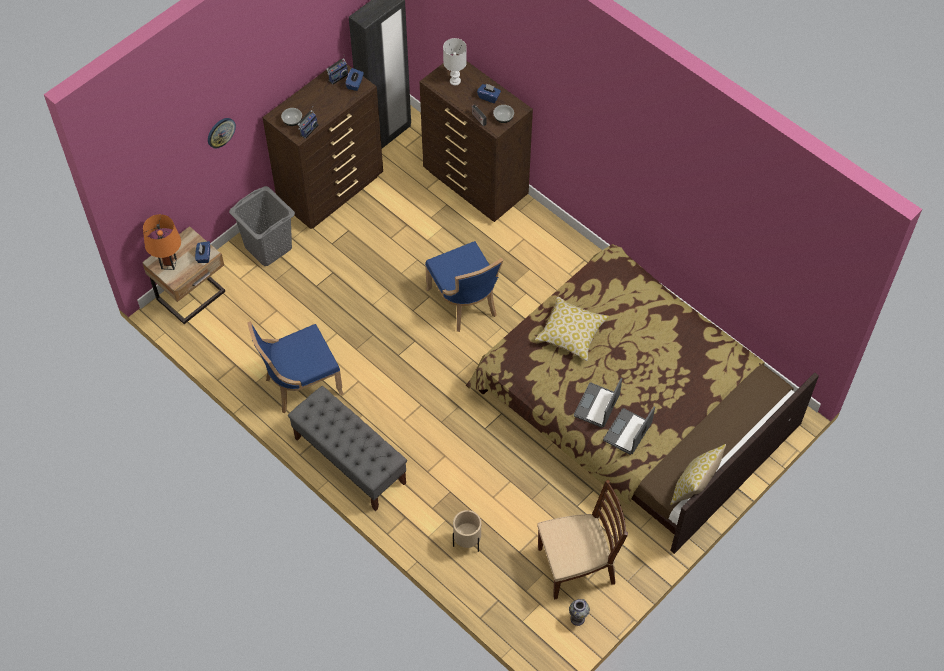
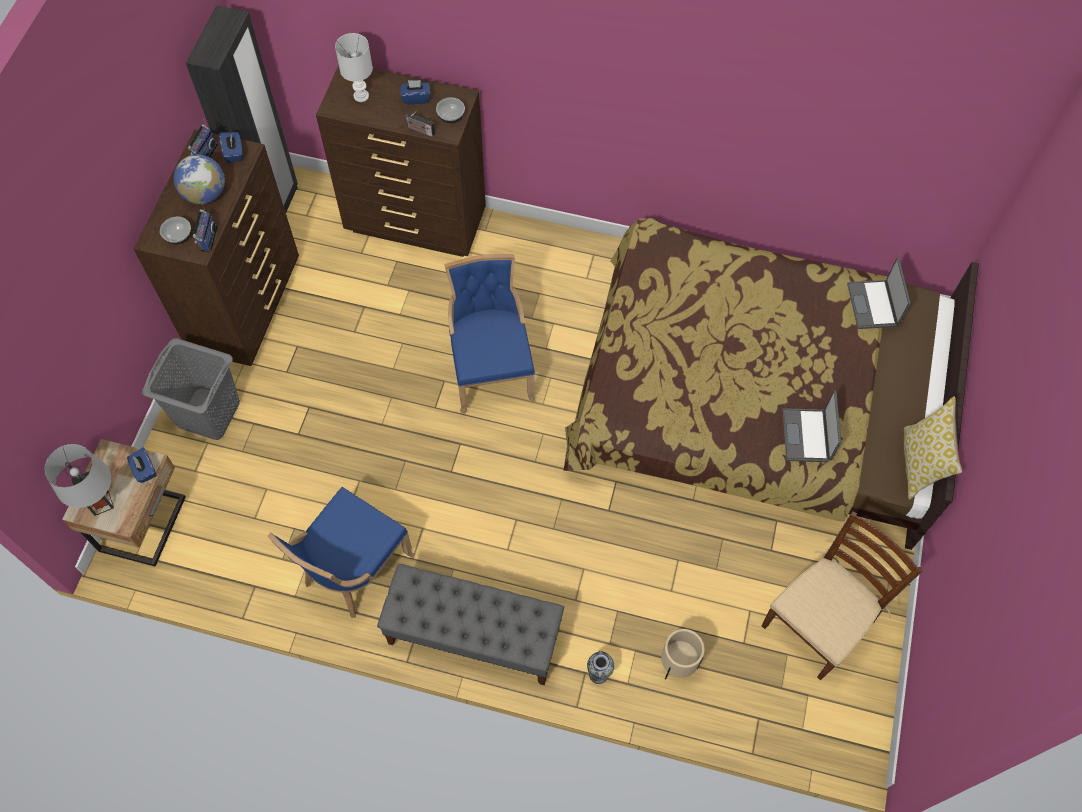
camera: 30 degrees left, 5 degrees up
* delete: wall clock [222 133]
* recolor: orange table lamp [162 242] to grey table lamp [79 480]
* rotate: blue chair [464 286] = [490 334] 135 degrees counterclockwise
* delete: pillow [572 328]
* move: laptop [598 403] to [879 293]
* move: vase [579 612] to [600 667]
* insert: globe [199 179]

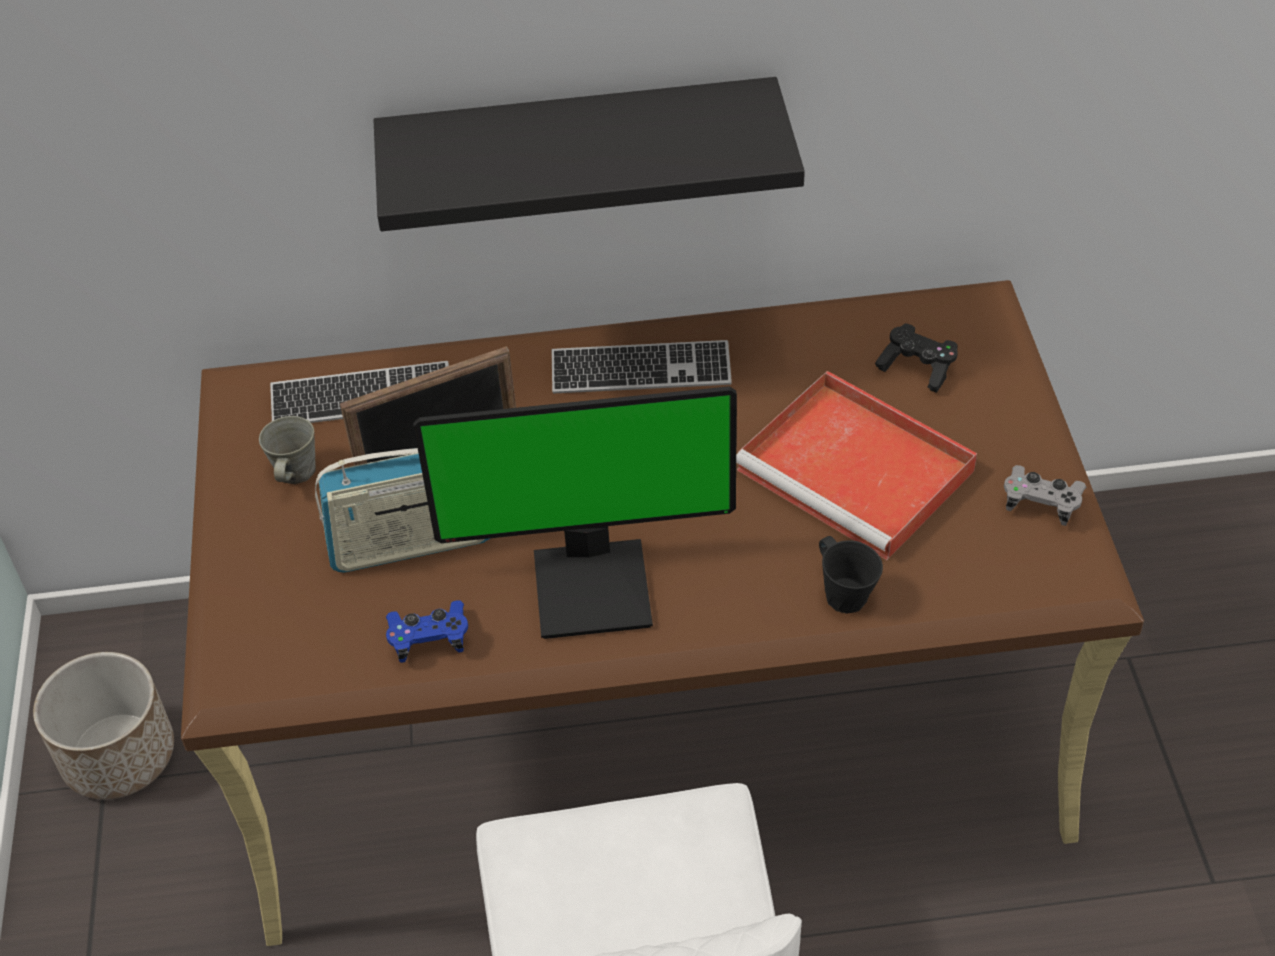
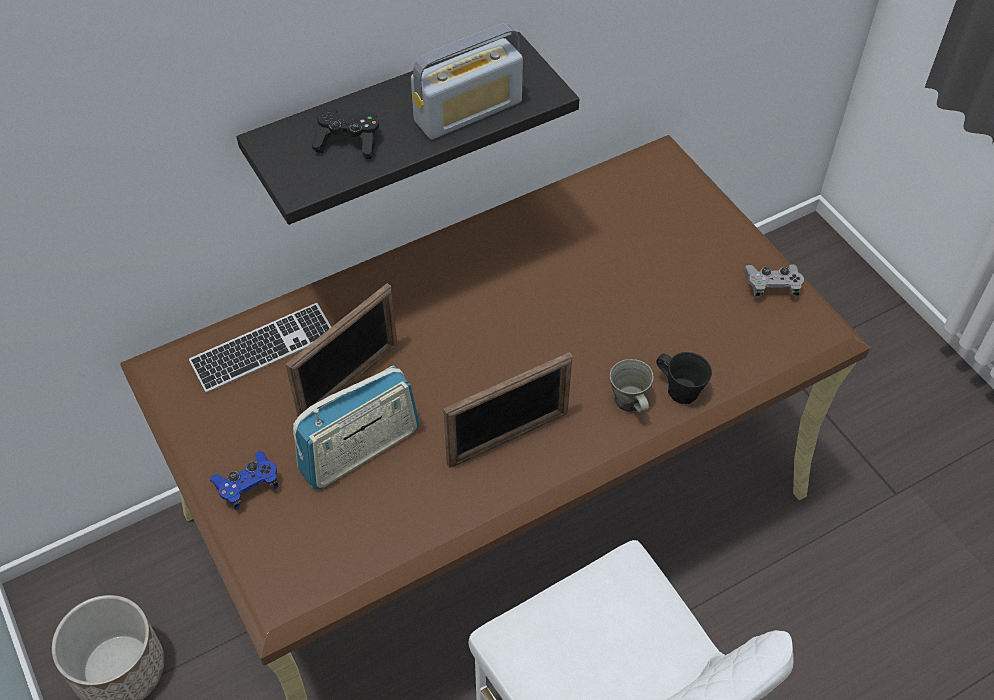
camera: 25 degrees left, 5 degrees up
* move: black game controller [916 358] to [345 133]
* delete: keyboard [642 366]
* delete: red tray [856 465]
* replace: monitor [575 512] to picture frame [507 410]
* move: grey mug [287 450] to [631 386]
* move: blue game controller [427 631] to [244 480]
* insert: radio [467 81]

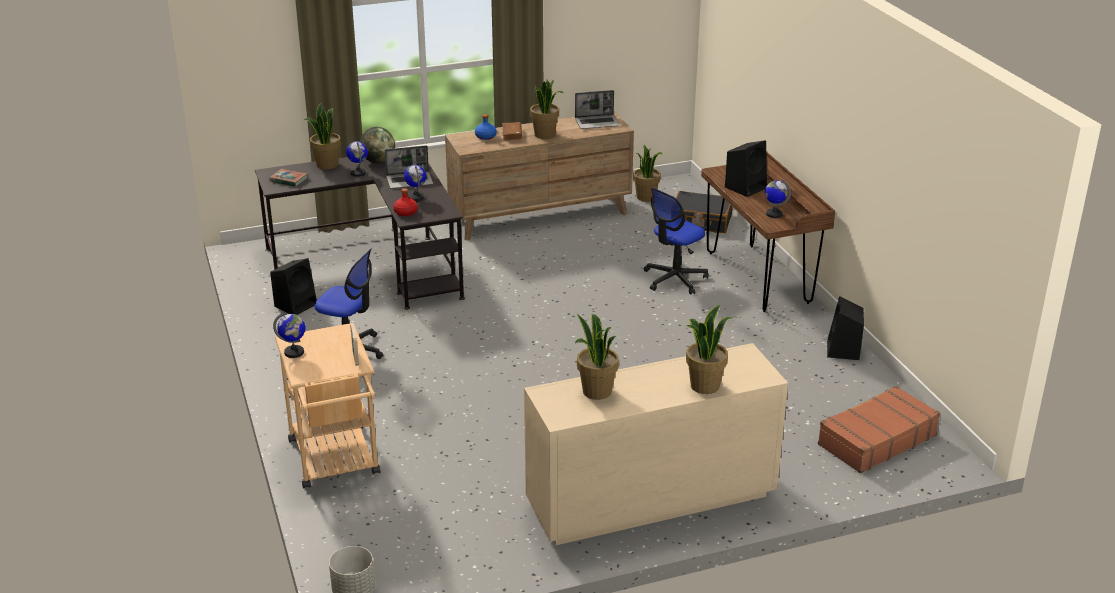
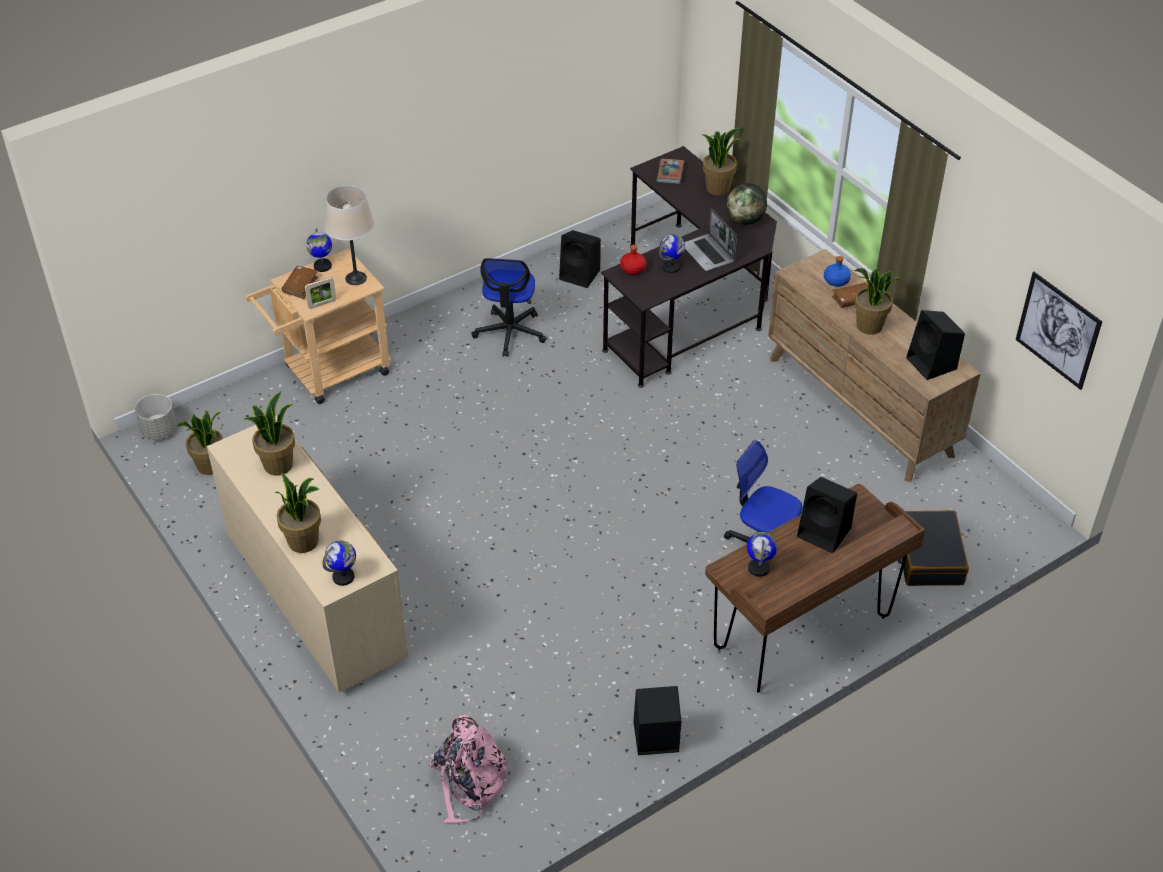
camera: 75 degrees right, 15 degrees up
* replace: laptop [597 109] to black speaker [935 345]
* move: globe [357 159] to [339 563]
* move: potted plant [647 173] to [199 443]
* replace: brown suitcase [879 430] to pink backpack [470 768]
* insert: beige table lamp [349 235]
* insert: brown book [300 282]
* insert: picture [1059 331]

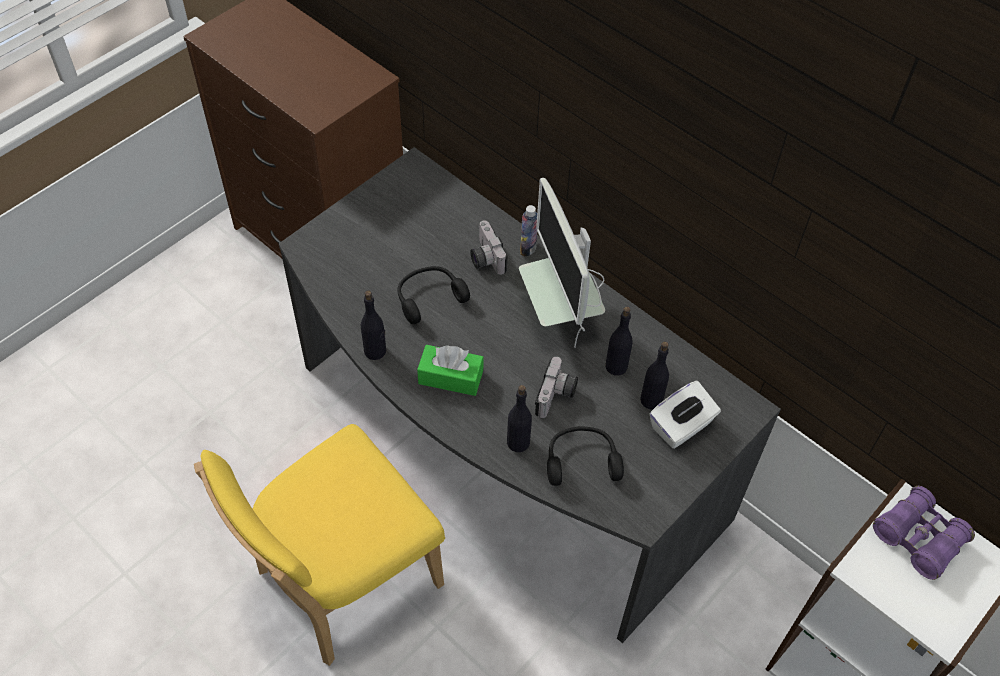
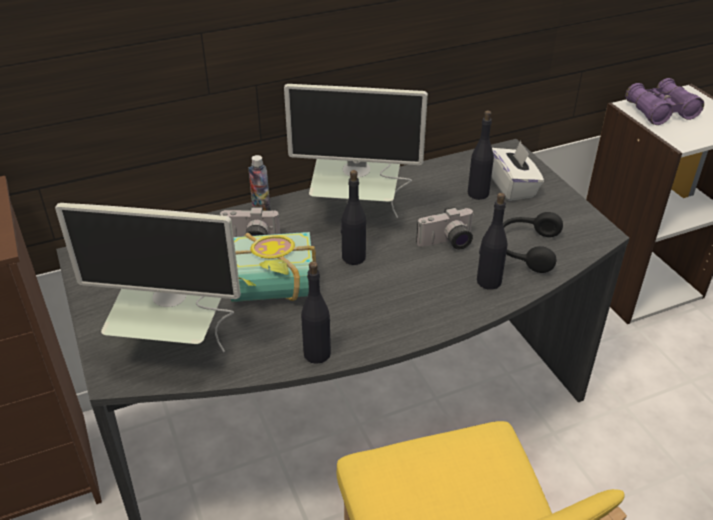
camera: 65 degrees left, 15 degrees down
* replace: black headphones [433 295] to book [273 267]
* move: black bottle [618 341] to [353 217]
* delete: green tissue box [450 370]
* rotate: photo camera [556 387] = [444 228] 120 degrees clockwise
* insert: monitor [148 277]

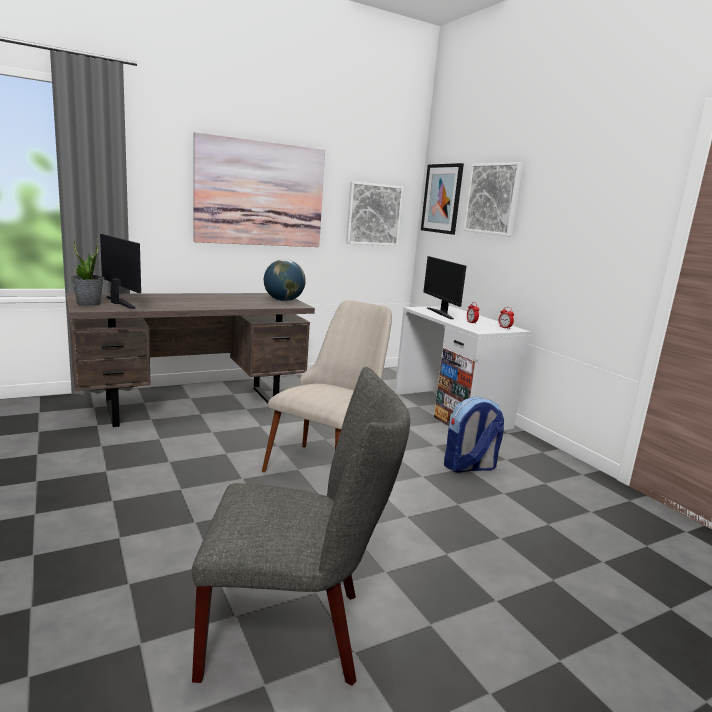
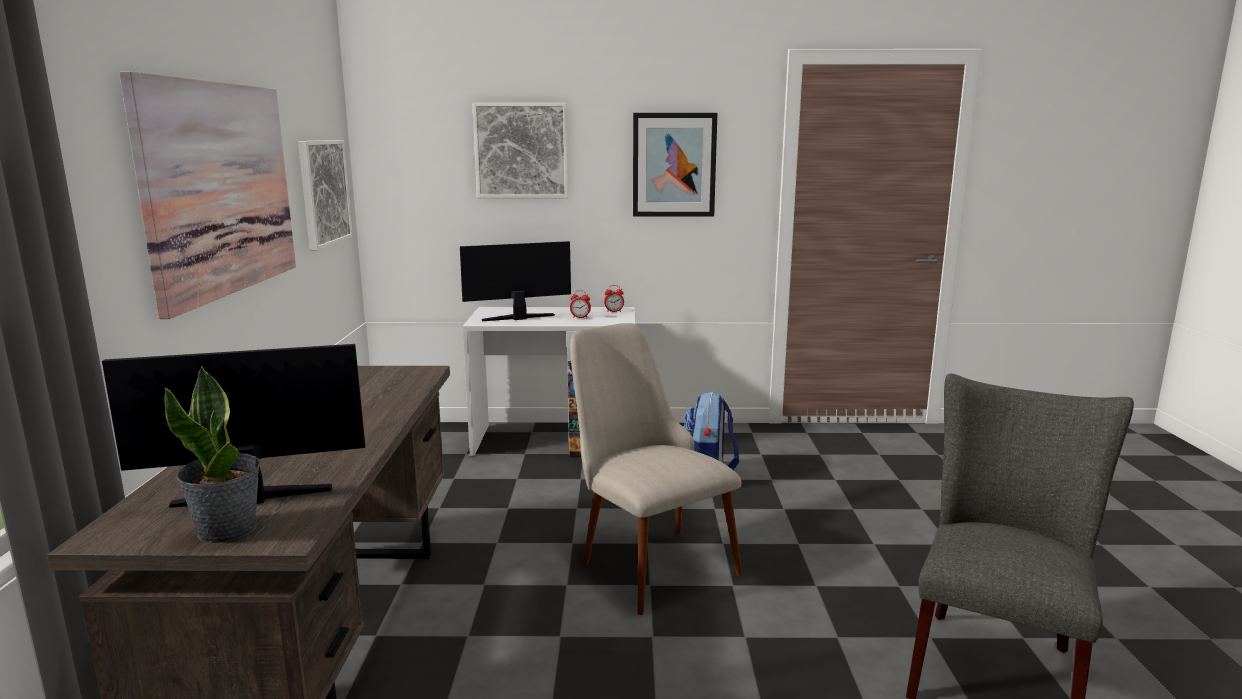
camera: 60 degrees left, 0 degrees up
* move: picture [442 199] to [675 165]
* rotate: monitor [444 287] = [515 281] 150 degrees clockwise
* delete: globe [285 280]

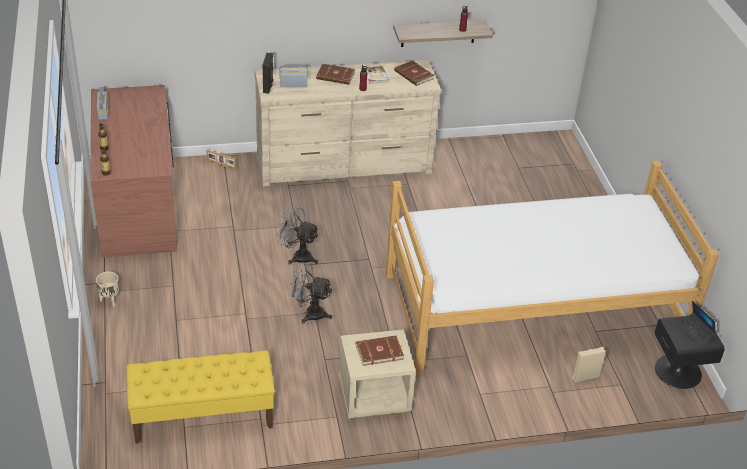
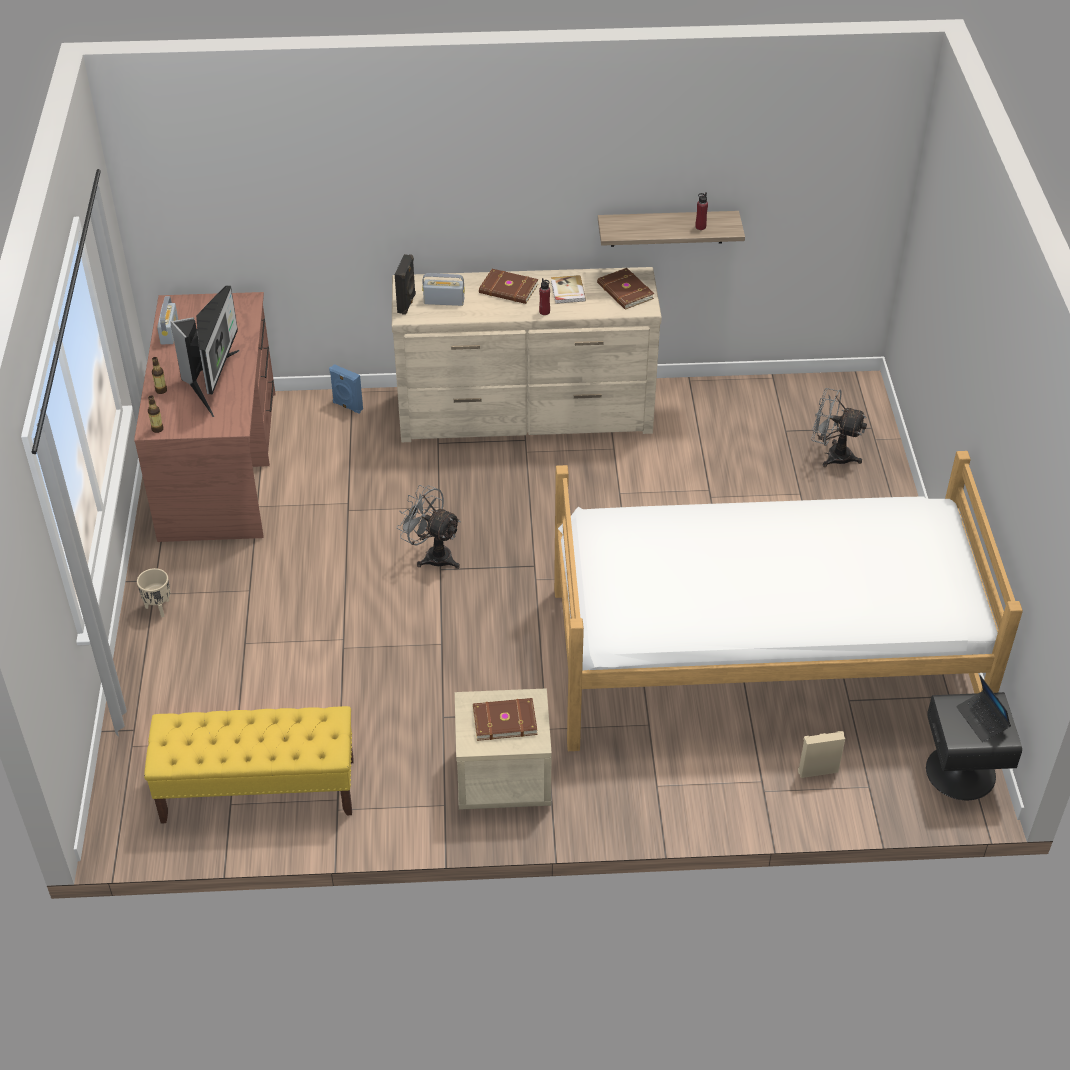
camera: 10 degrees right, 5 degrees up
* replace: picture frame [221 160] to blue speaker [346 389]
* move: grey fan [310 293] to [839 427]
* insert: monitor [204 351]

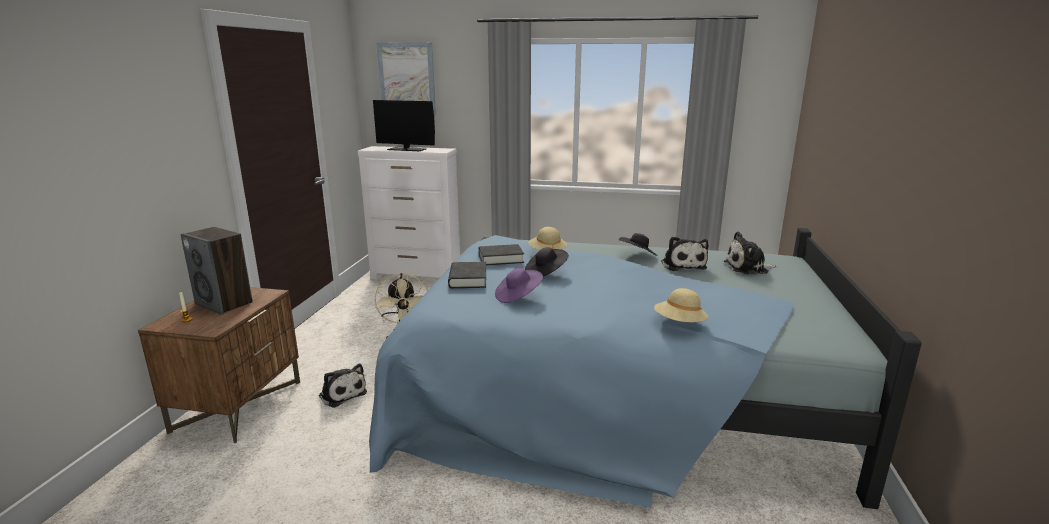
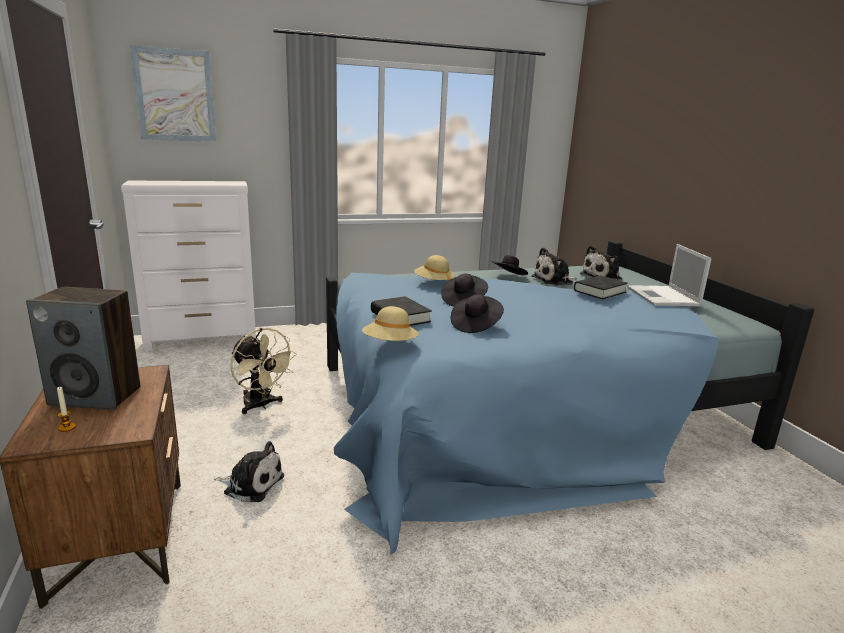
camera: 30 degrees left, 0 degrees up
* delete: monitor [404 125]
* rotate: plush toy [684 253] = [554 266] 105 degrees clockwise
* move: black book [501 254] to [601 287]
* recolor: purple hat [519 285] to black hat [477 313]
* move: beige hat [681 305] to [390 323]
* insert: laptop [669 275]

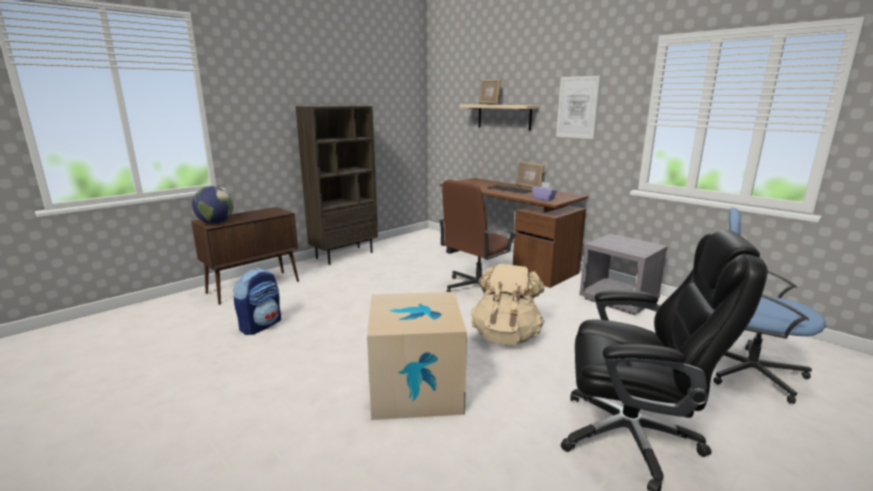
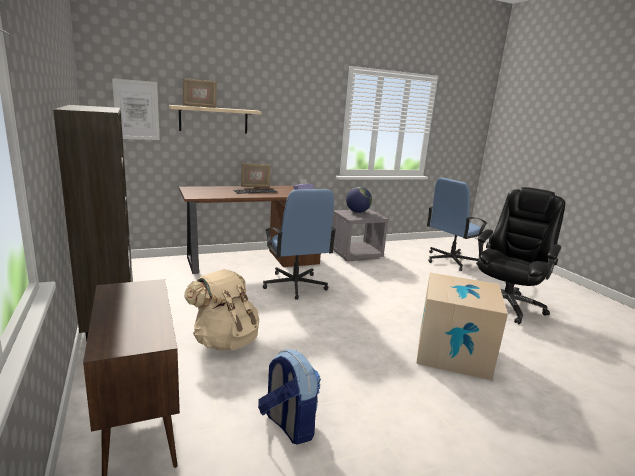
camera: 70 degrees left, 0 degrees up
* move: picture [578 107] to [136 109]
* recolor: brown office chair [477 236] to blue office chair [300 244]
* move: globe [213 205] to [359 200]
* move: beige backpack [508 304] to [222 310]

